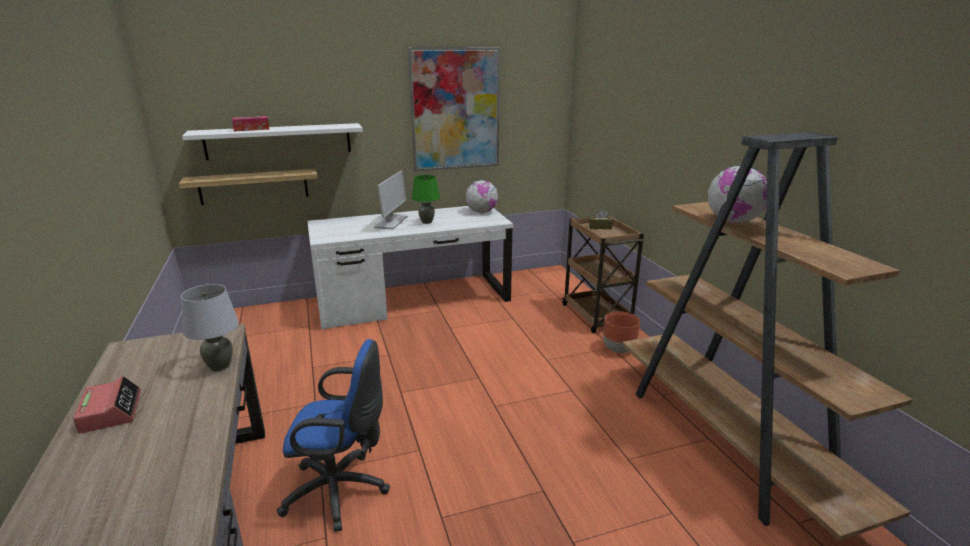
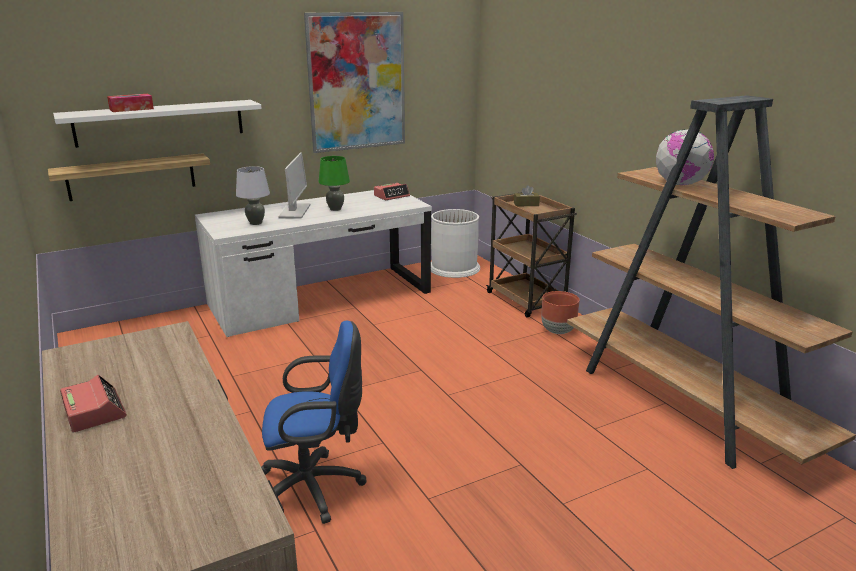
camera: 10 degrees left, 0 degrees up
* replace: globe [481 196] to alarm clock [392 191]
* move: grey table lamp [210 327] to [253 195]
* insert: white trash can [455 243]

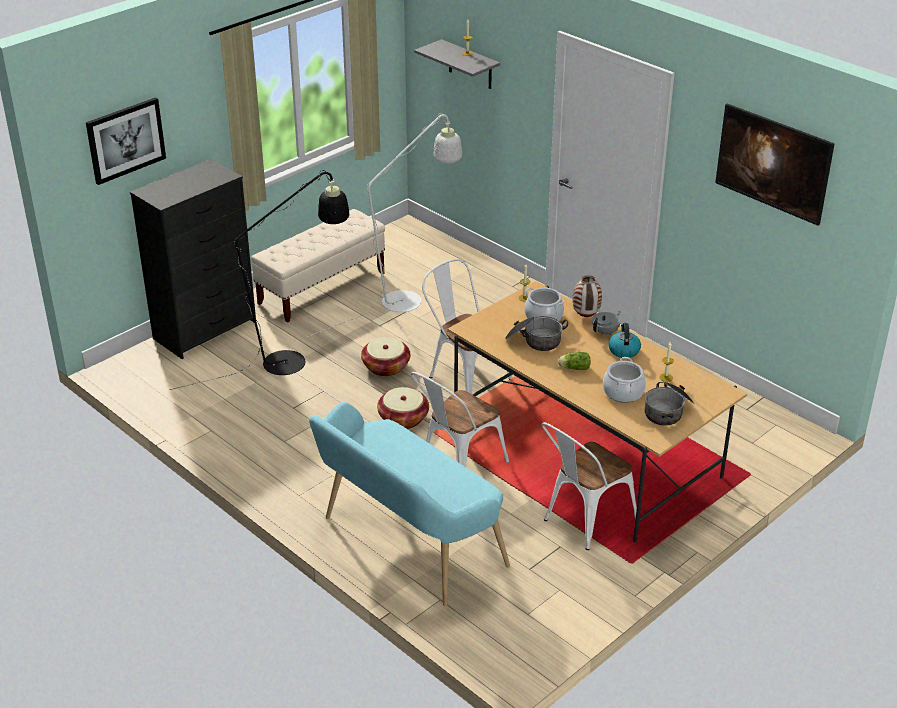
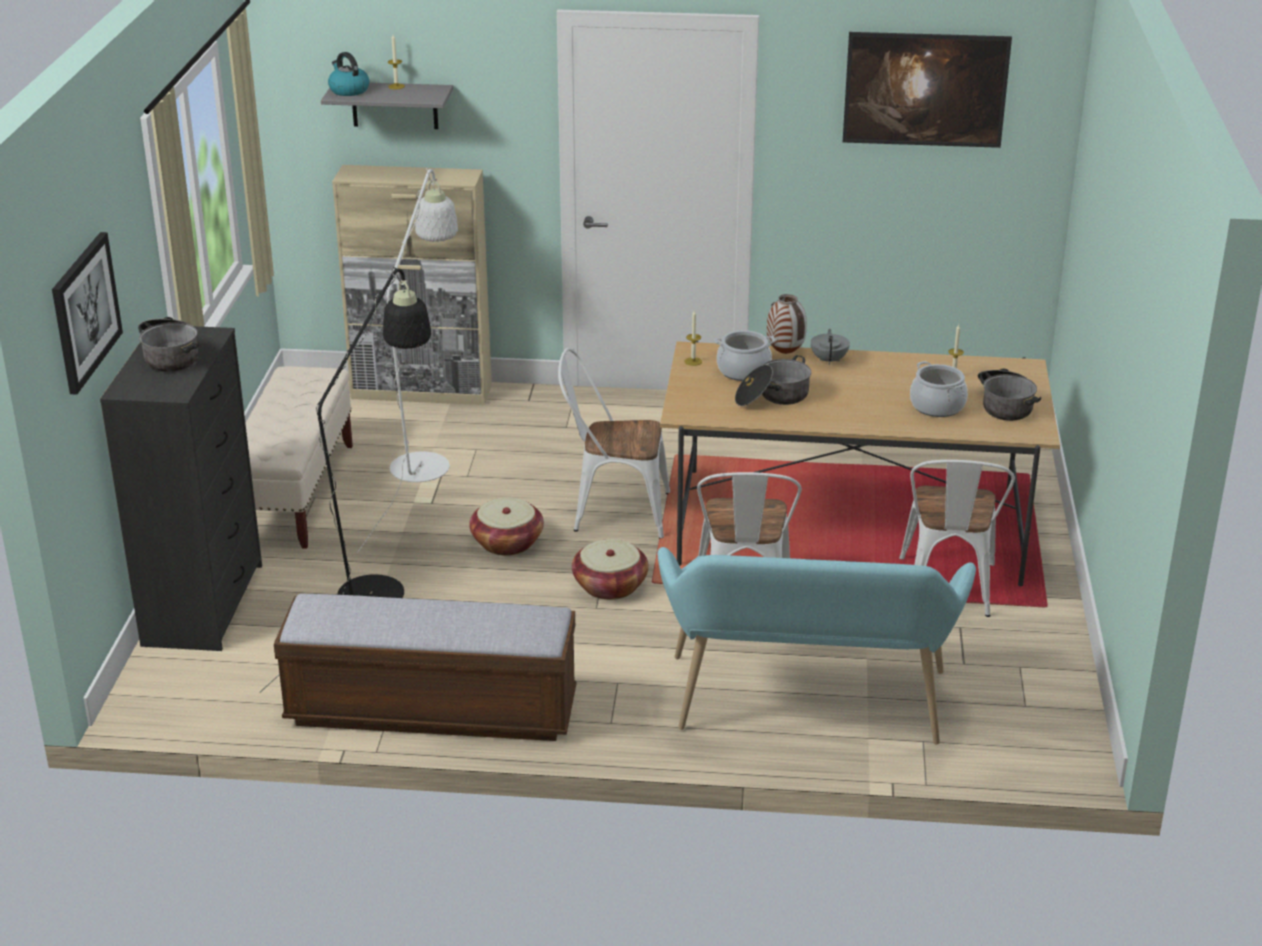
camera: 40 degrees left, 5 degrees down
* move: kettle [624 340] to [348 74]
* delete: lettuce [574 361]
* insert: beige cabinet [412 285]
* insert: cooking pot [168 344]
* insert: bench [425 667]

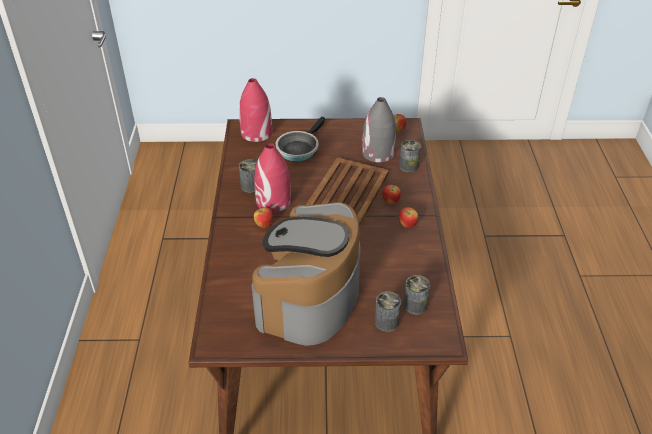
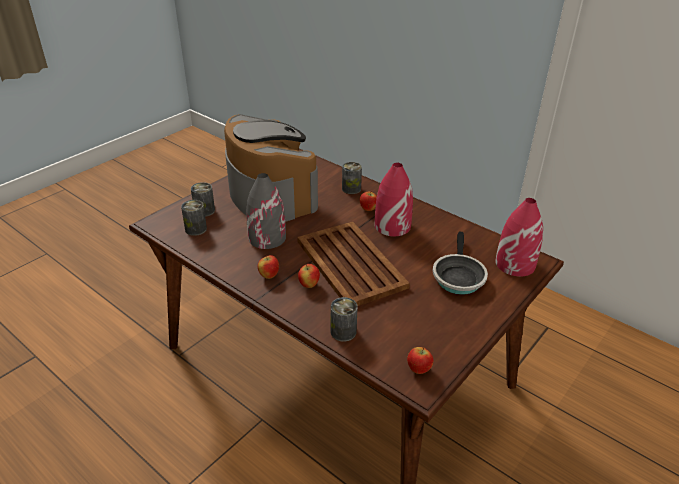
camera: 130 degrees right, 5 degrees down
* move: grey vase [379 129] to [266 211]
* rotate: frying pan [300 139] = [460 263] 150 degrees counterclockwise
* move: can [248 176] to [352 178]

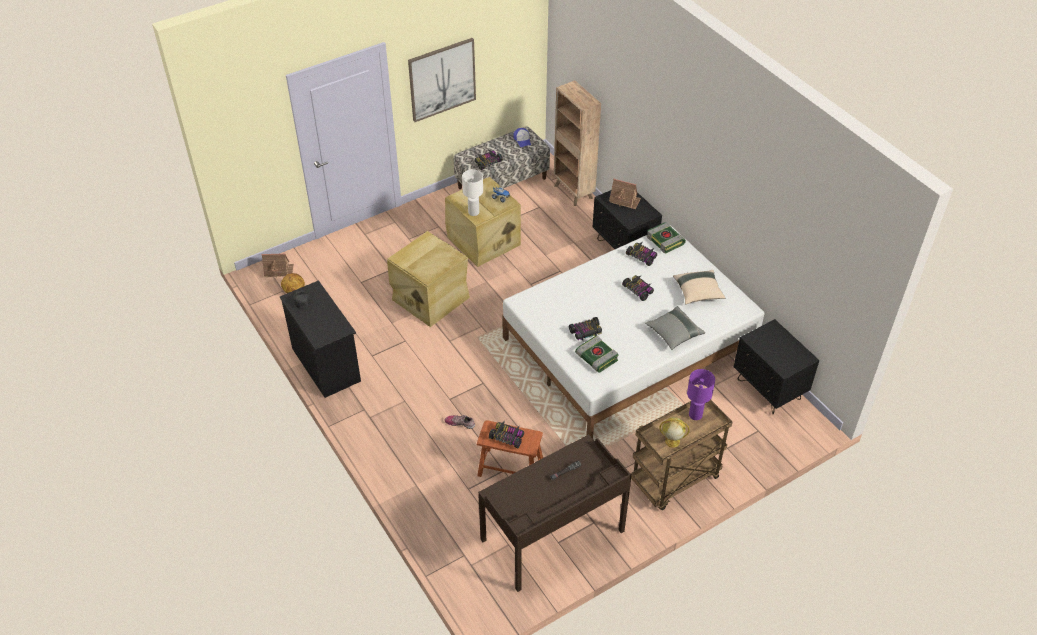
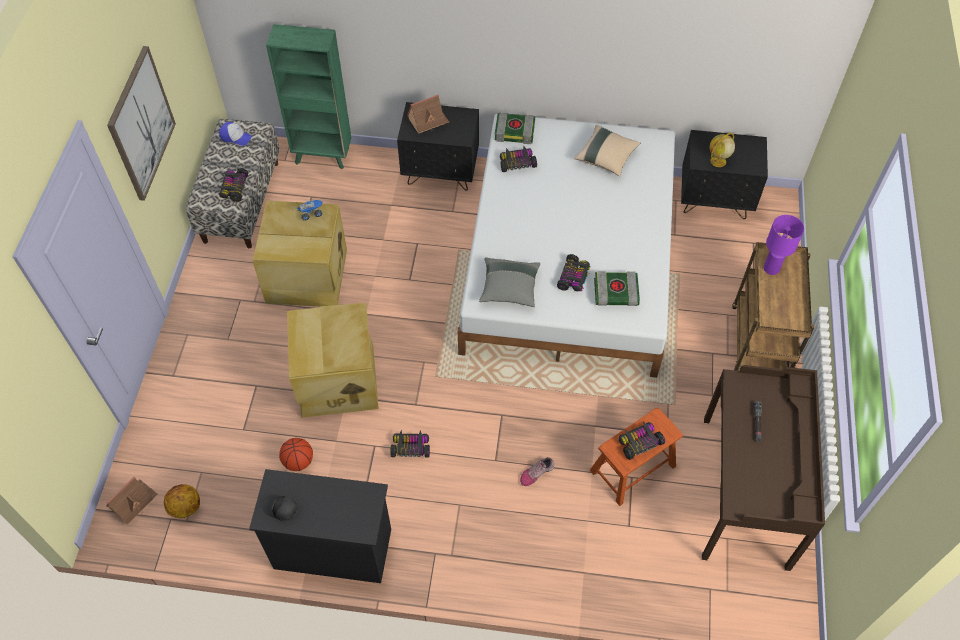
camera: 50 degrees left, 10 degrees up
* recolor: brown bookcase [577 143] to green bookcase [308 96]
* delete: white table lamp [472 192]
* move: toy car [638 288] to [410 444]
* move: grey pillow [675 328] to [509 282]
* move: globe [674 432] to [722 150]
* insert: basketball [296 454]

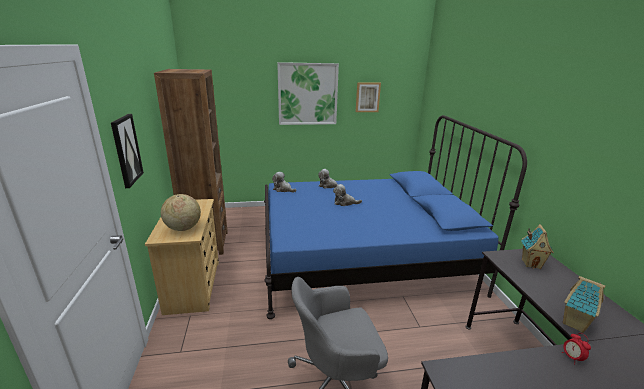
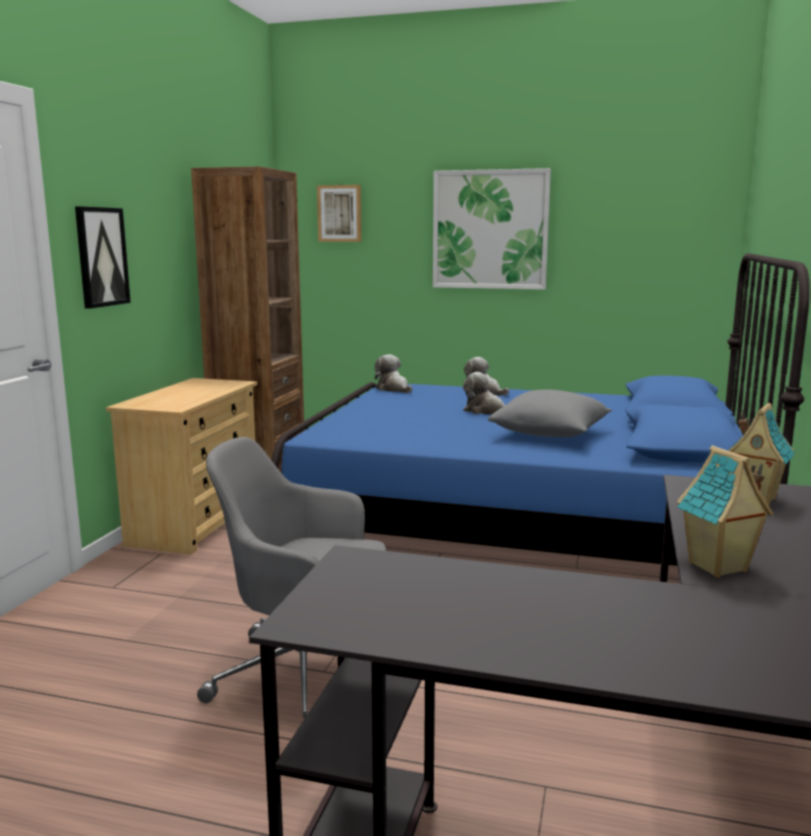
camera: 25 degrees right, 10 degrees down
* move: picture [368 97] to [339 213]
* delete: globe [181 212]
* delete: alarm clock [576 347]
* insert: grey pillow [550 413]

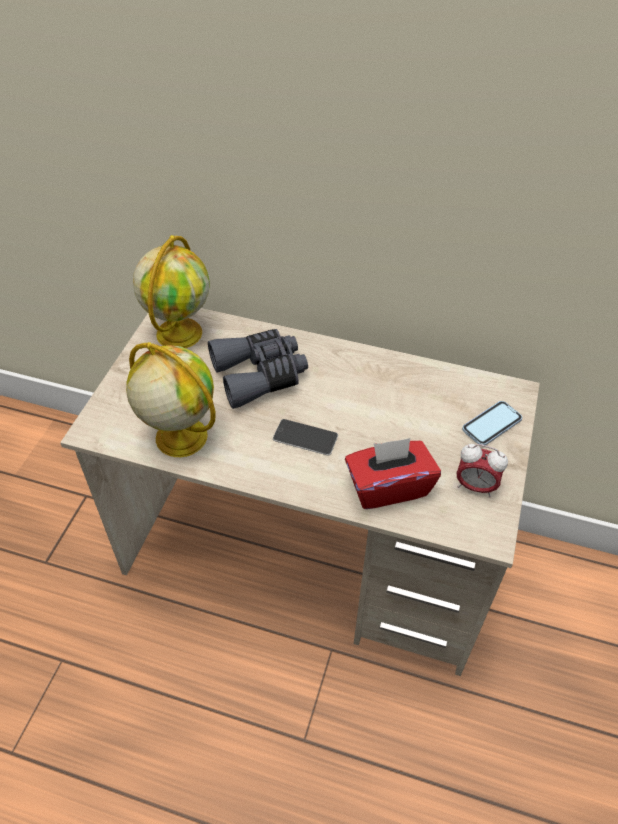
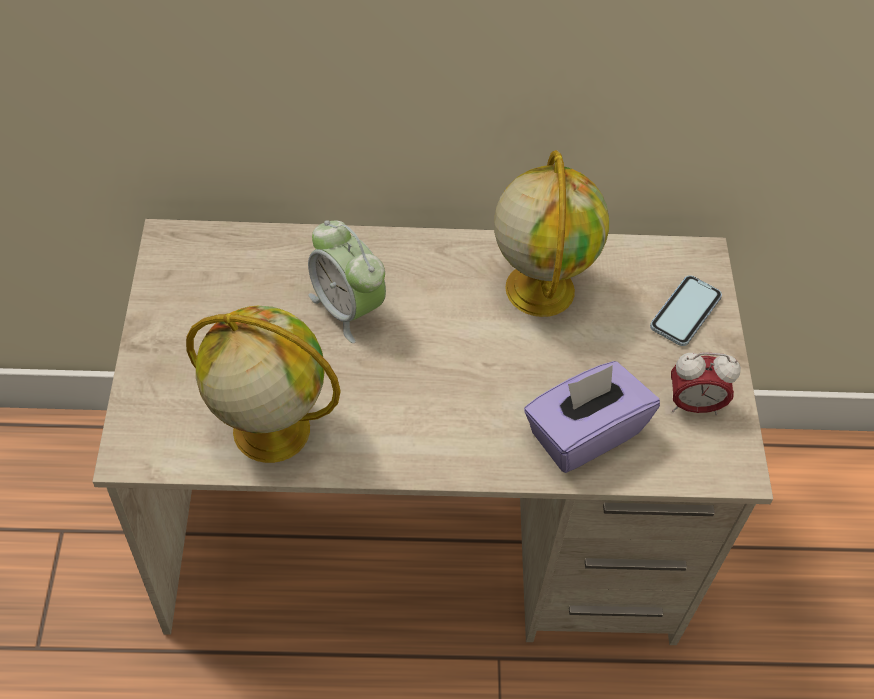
camera: 20 degrees left, 5 degrees up
* move: globe [171 291] to [551 233]
* replace: grey binoculars [258 369] to alarm clock [347 281]
* delete: phone [305 437]
* recolor: red tissue box [393 473] to purple tissue box [592 417]

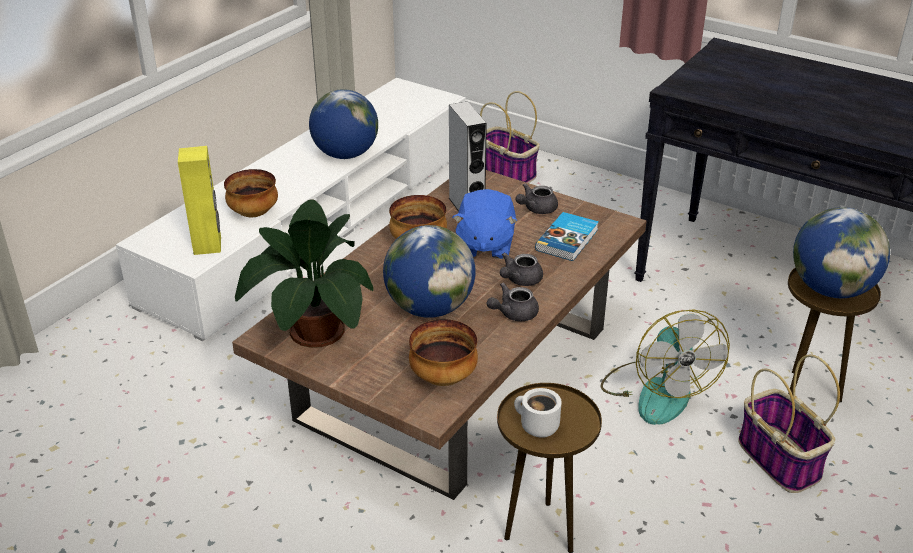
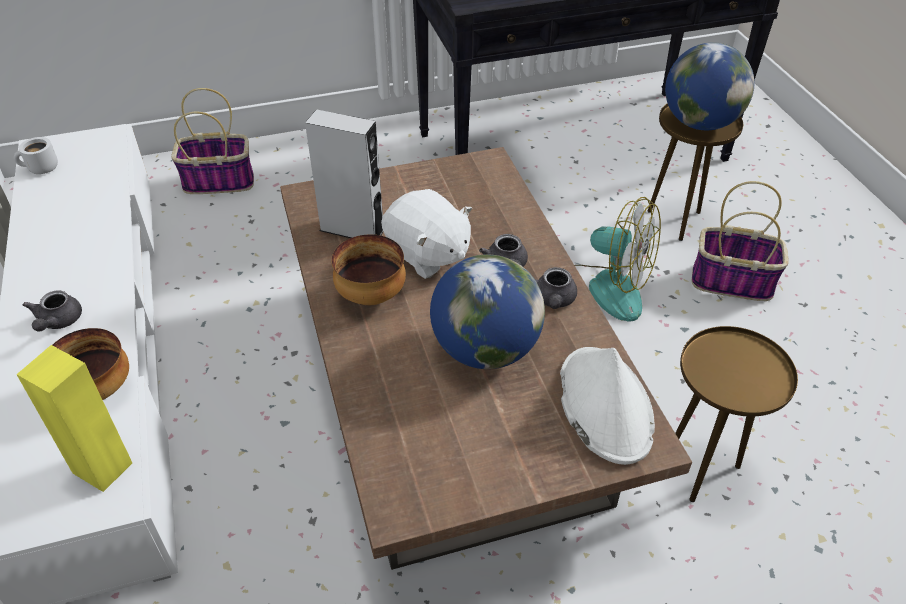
camera: 50 degrees left, 10 degrees up
* delete: globe [343 124]
* move: grey teapot [537 198] to [52 311]
* recolor: blue plush toy [484 224] to white plush toy [426 234]
* delete: potted plant [304 273]
* delete: book [567 236]
* replace: bowl [443 352] to white hat [607 406]
* move: white mug [538 413] to [36 155]

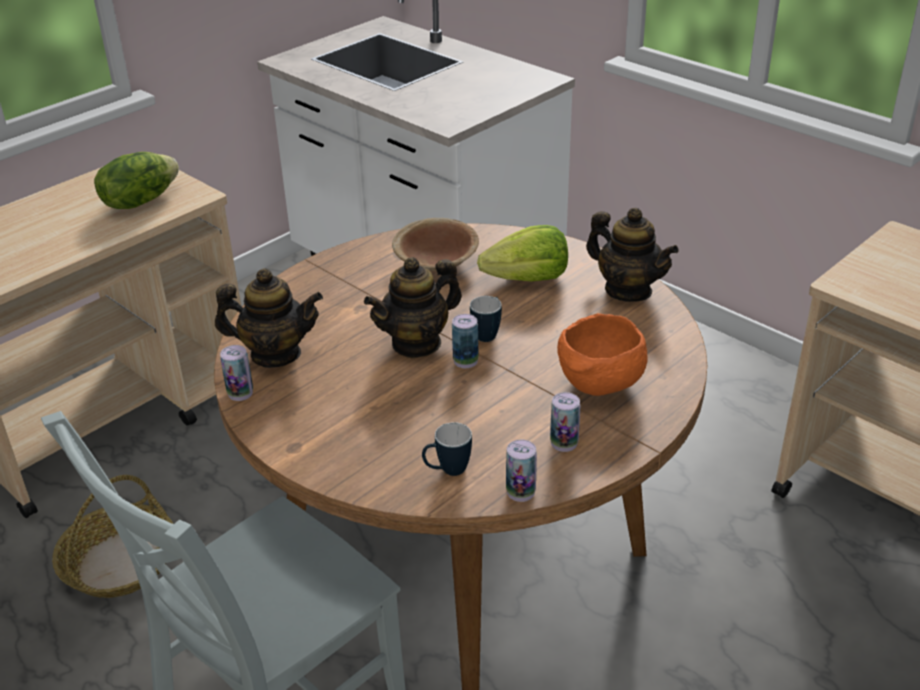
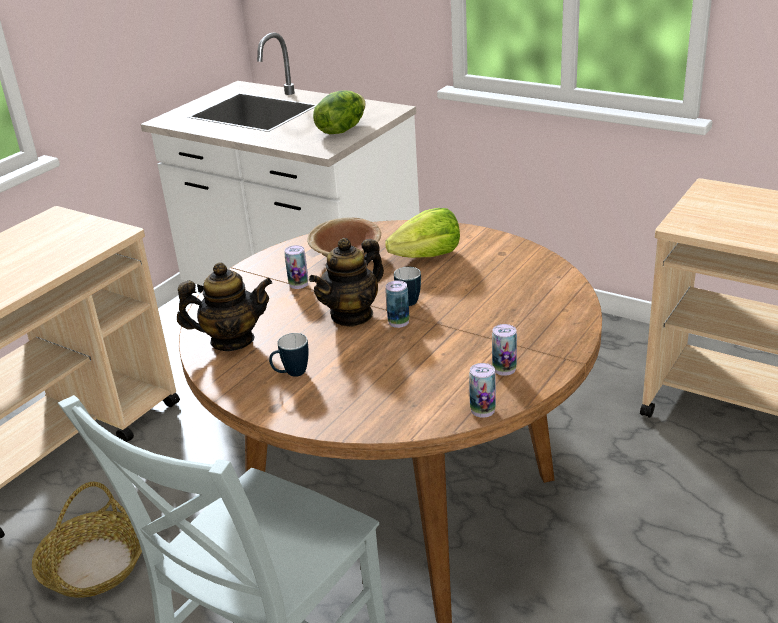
camera: 10 degrees left, 5 degrees down
* move: lettuce [136 180] to [339 112]
* delete: teapot [632 255]
* delete: orange bowl [602 354]
* move: can [236 373] to [296 267]
* move: mug [447 449] to [288 355]

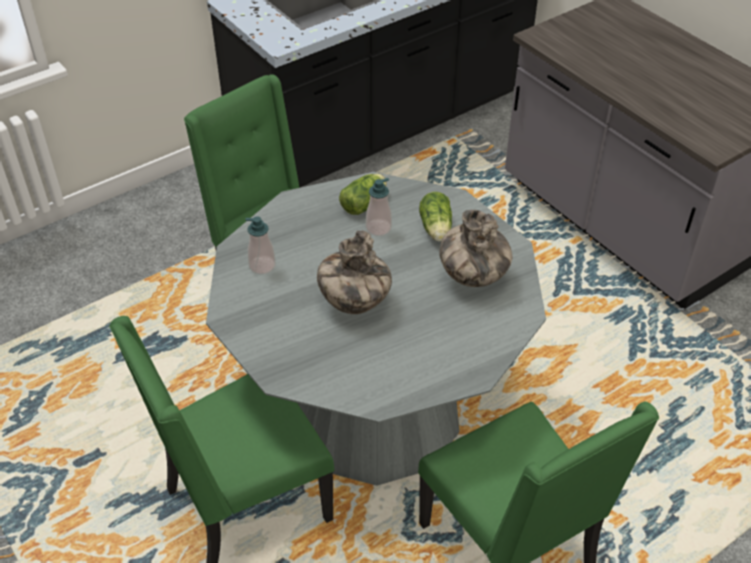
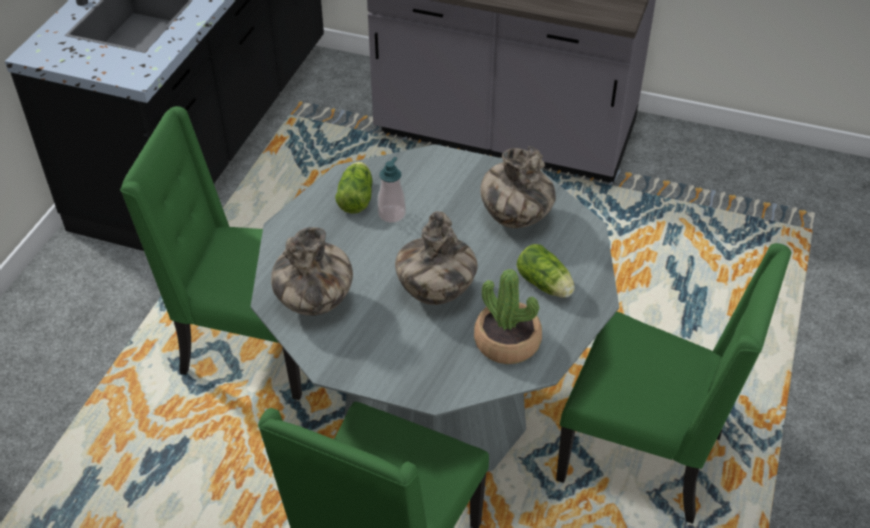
camera: 35 degrees left, 0 degrees up
* move: lettuce [435 216] to [546 271]
* replace: soap dispenser [261 245] to vase [312 271]
* insert: potted plant [508 316]

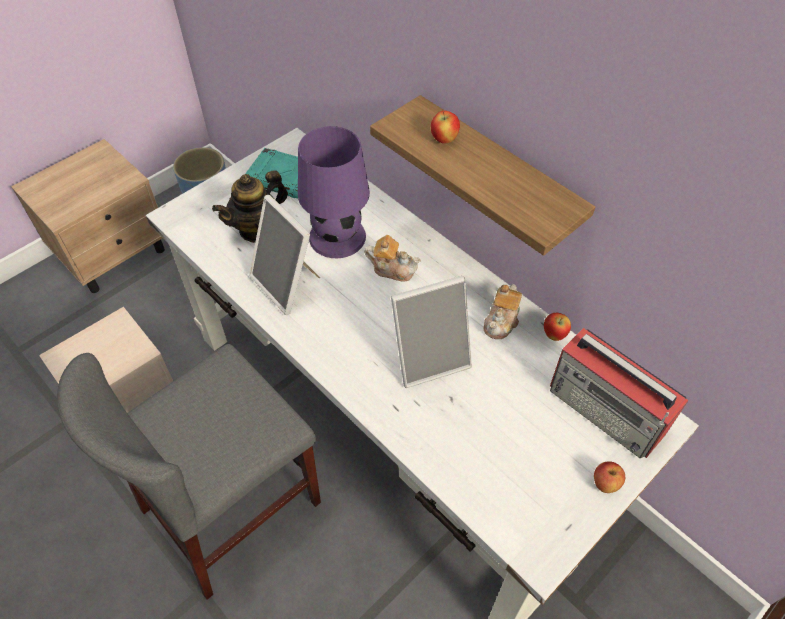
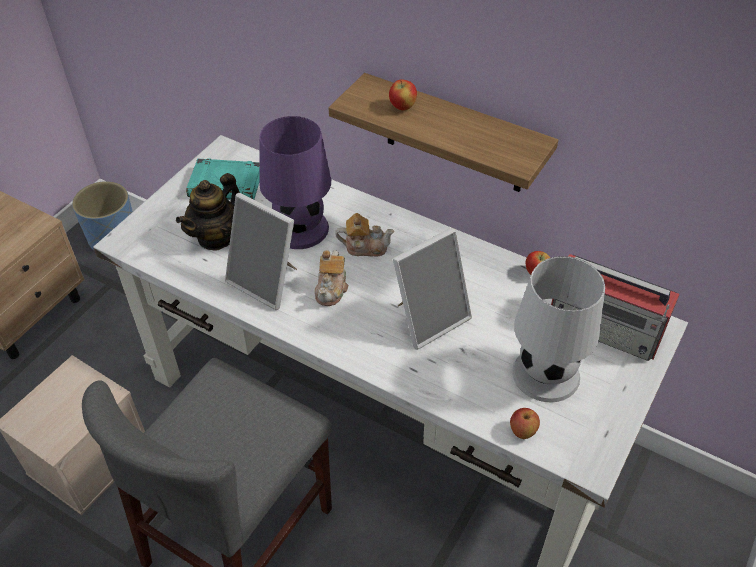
camera: 15 degrees left, 5 degrees down
* move: teapot [503 311] to [331 278]
* move: apple [609 477] to [525 423]
* insert: white table lamp [558 329]

